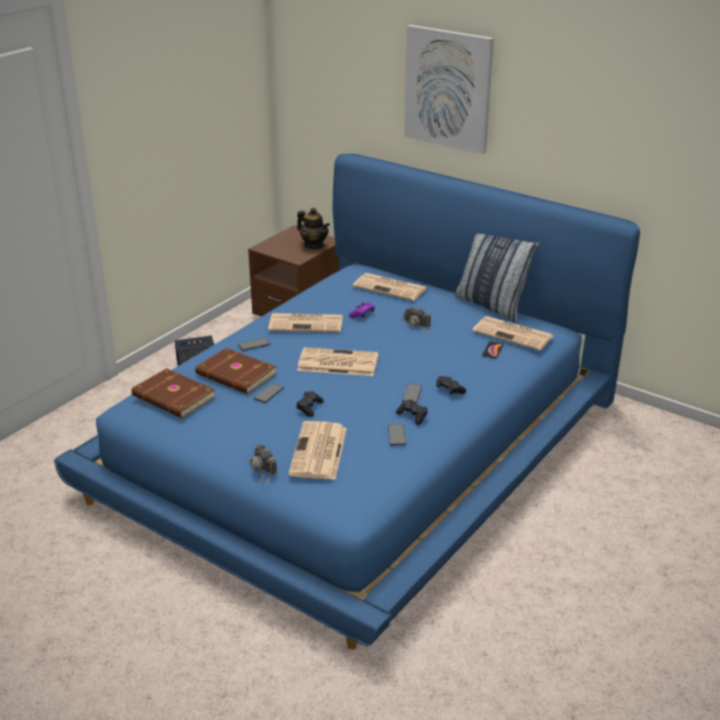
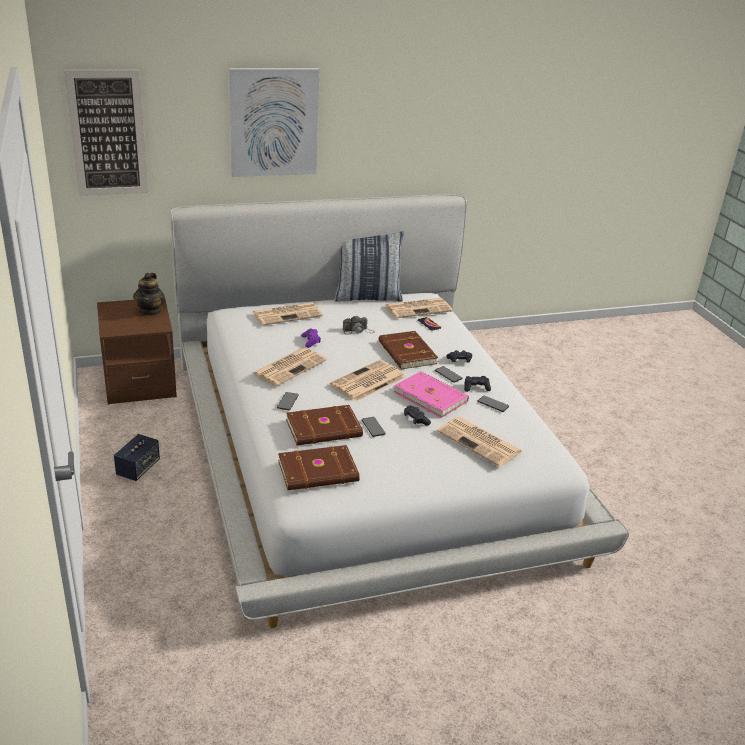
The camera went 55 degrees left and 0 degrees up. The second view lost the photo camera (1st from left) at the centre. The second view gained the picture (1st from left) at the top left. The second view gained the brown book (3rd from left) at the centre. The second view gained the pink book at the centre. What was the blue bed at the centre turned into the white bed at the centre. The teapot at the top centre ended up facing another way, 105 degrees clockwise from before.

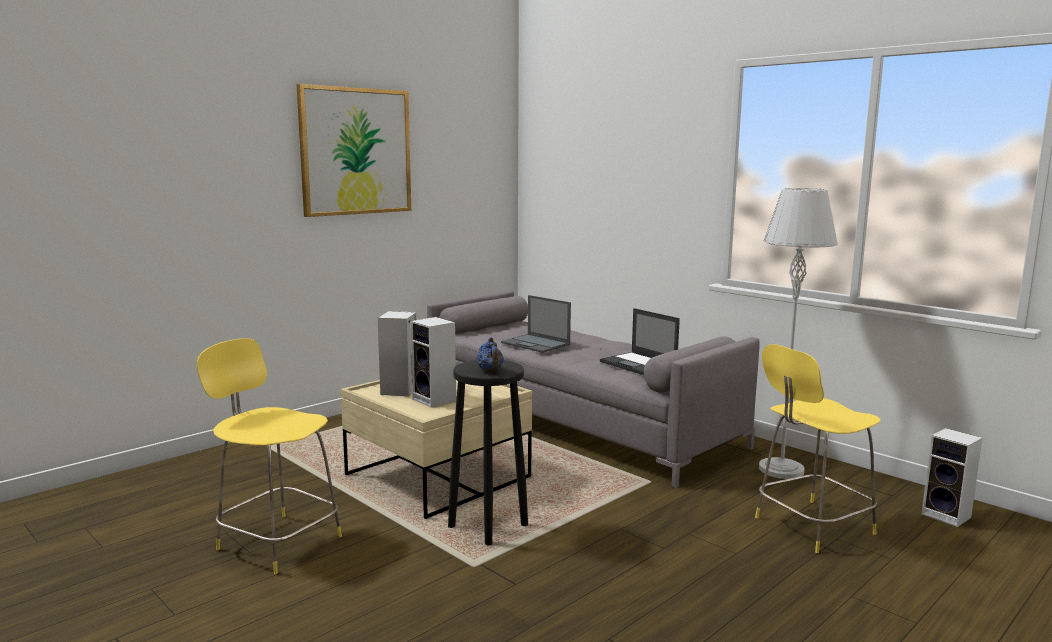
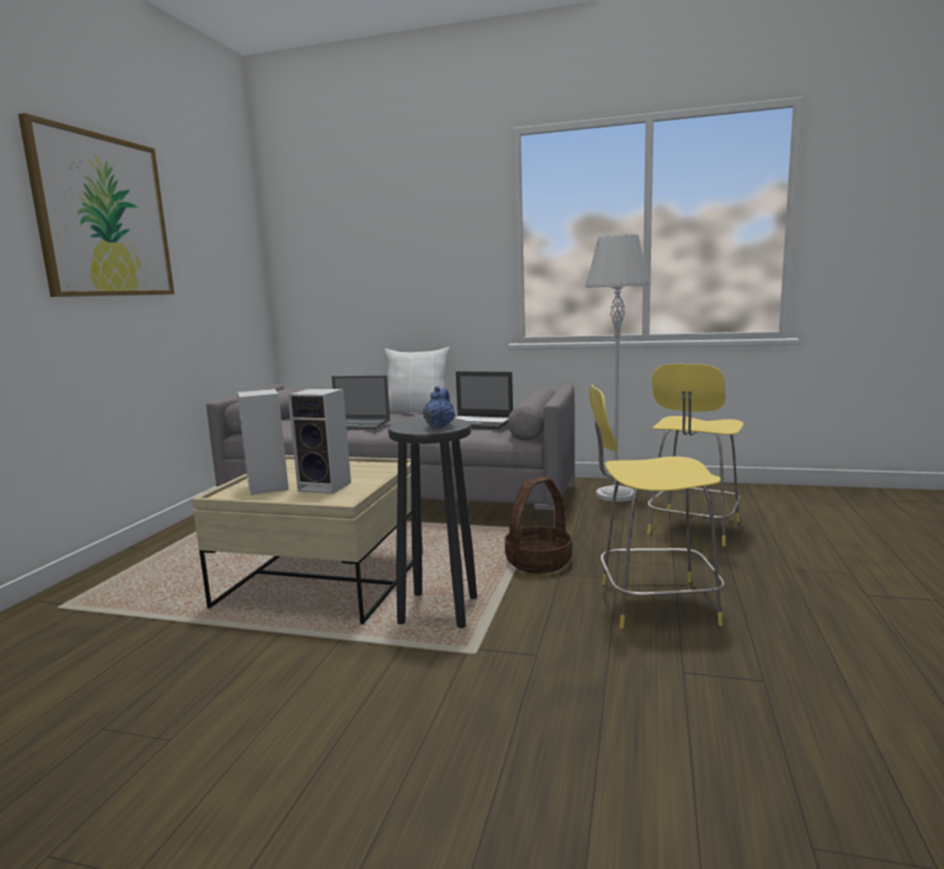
The camera went 30 degrees left and 0 degrees up. The second view lost the speaker (3rd from left) at the bottom right. The second view gained the white pillow at the centre. The second view gained the basket at the centre. The yellow stool (1st from left) ended up elsewhere, having gone from the bottom left to the middle right. The blue teapot at the centre ended up facing another way, 120 degrees counterclockwise from before.

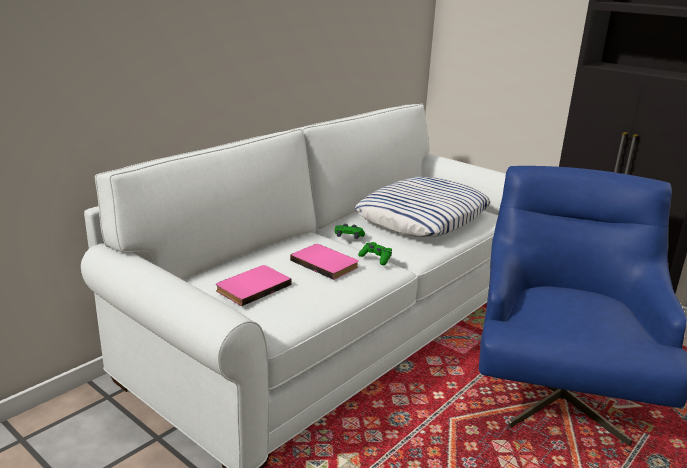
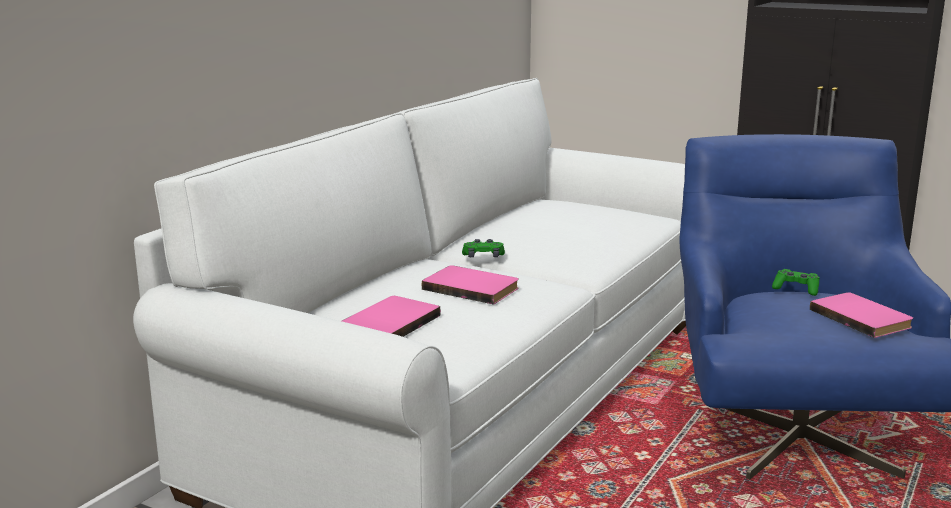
The camera went 10 degrees left and 5 degrees down. The second view lost the pillow at the centre. The second view gained the pink book (3rd from left) at the middle right. The green game controller (2nd from left) ended up elsewhere, having gone from the centre to the middle right.

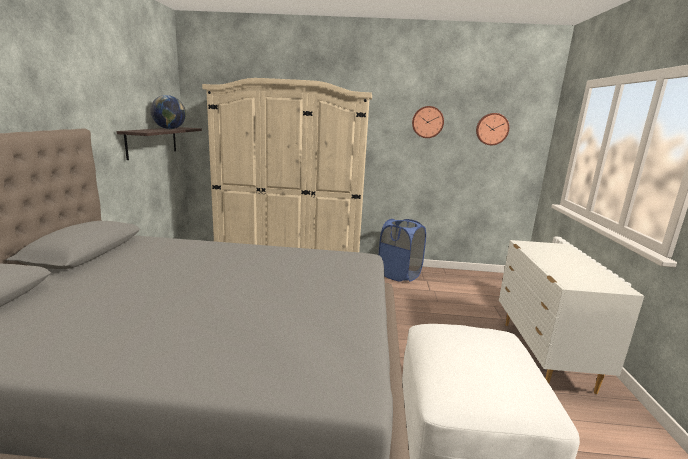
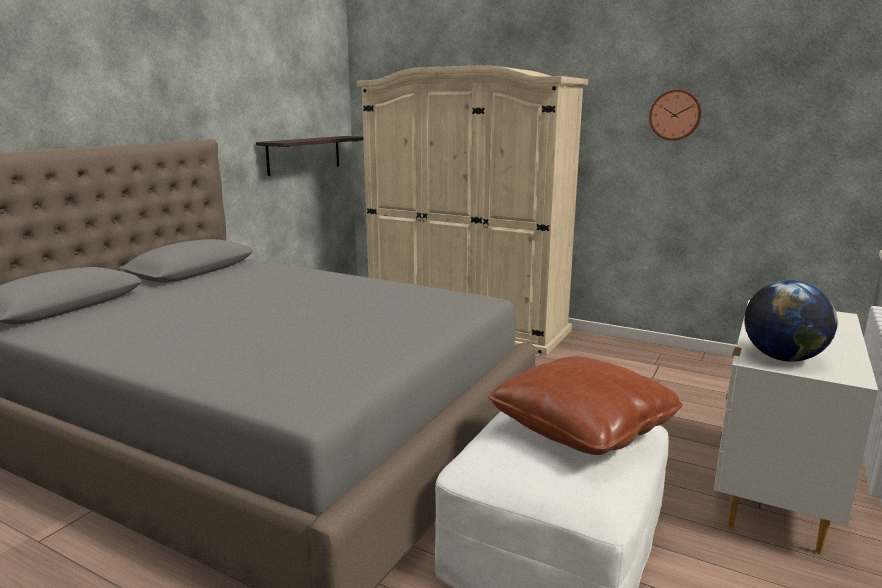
The camera went 25 degrees right and 0 degrees up. The second view lost the blue laundry basket at the centre. The second view lost the wall clock (2nd from left) at the top right. The second view gained the brown pillow at the bottom centre. The globe ended up elsewhere, having gone from the top left to the middle right.

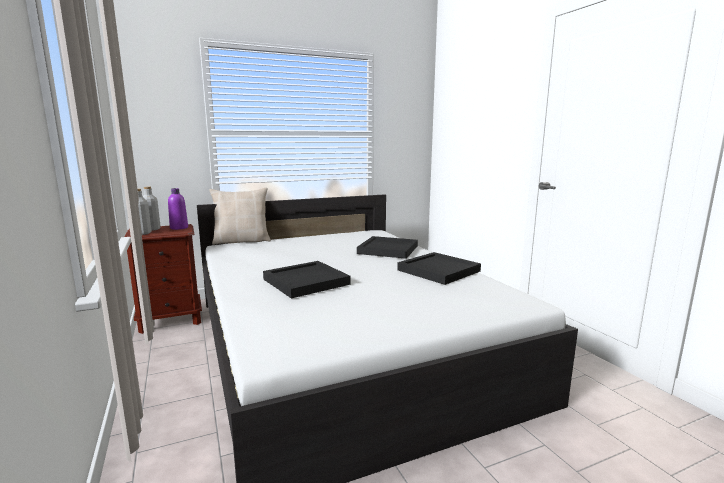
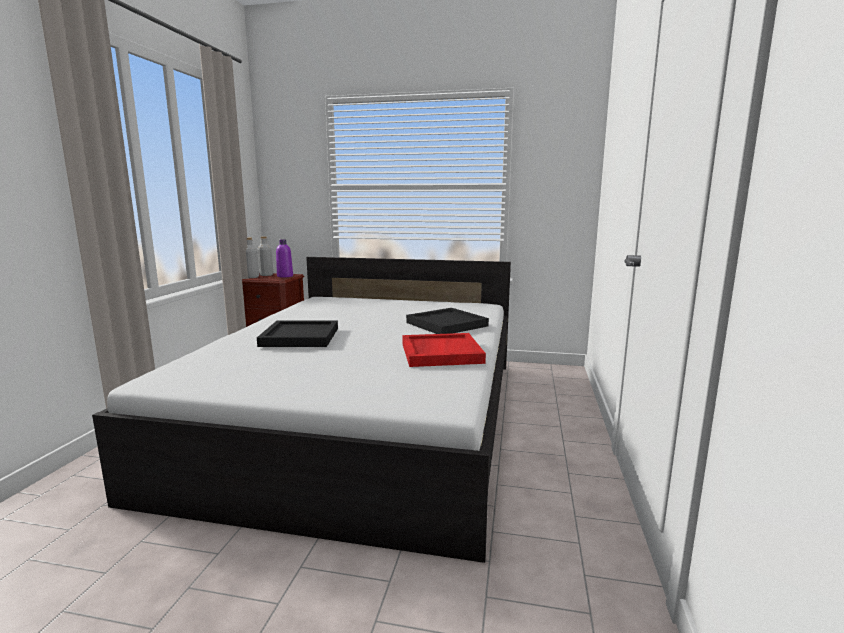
The camera went 35 degrees right and 0 degrees up. The second view lost the beige pillow at the middle left. What was the black tray (3rd from left) at the centre turned into the red tray at the centre.

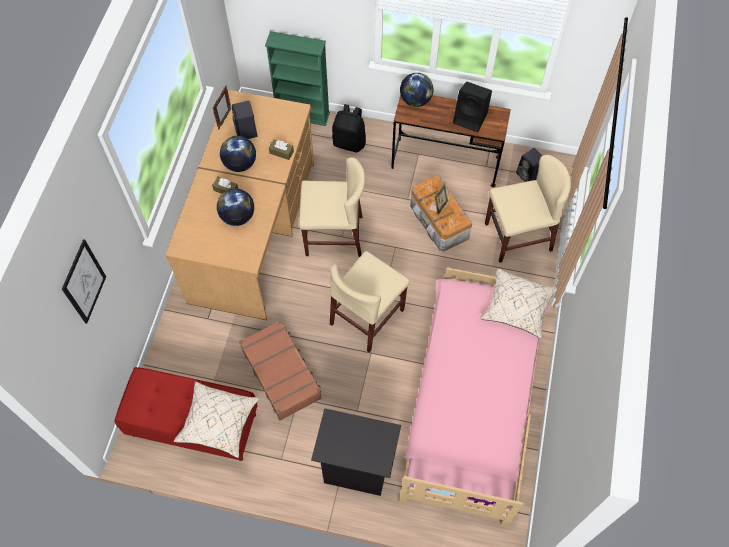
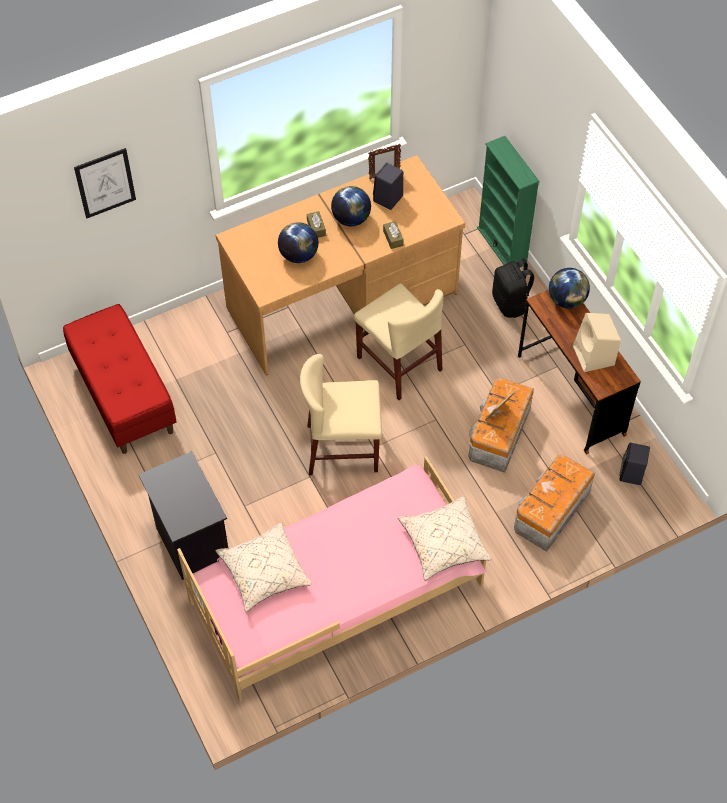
The camera went 50 degrees right and 5 degrees down. The second view lost the brown suitcase at the bottom centre. The beige pillow (1st from left) ended up elsewhere, having gone from the bottom left to the bottom centre. Where the beige chair (3rd from left) stood at the middle right, the storage box (2nd from left) came to stand at the middle right. What was the black speaker (2nd from left) at the top centre turned into the beige speaker at the middle right.

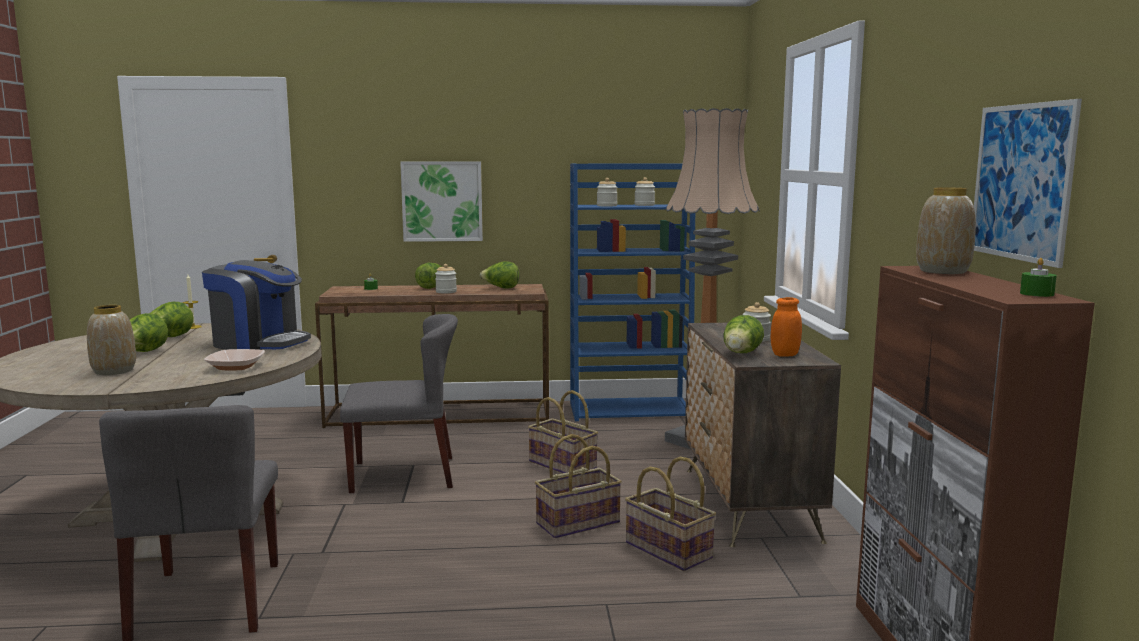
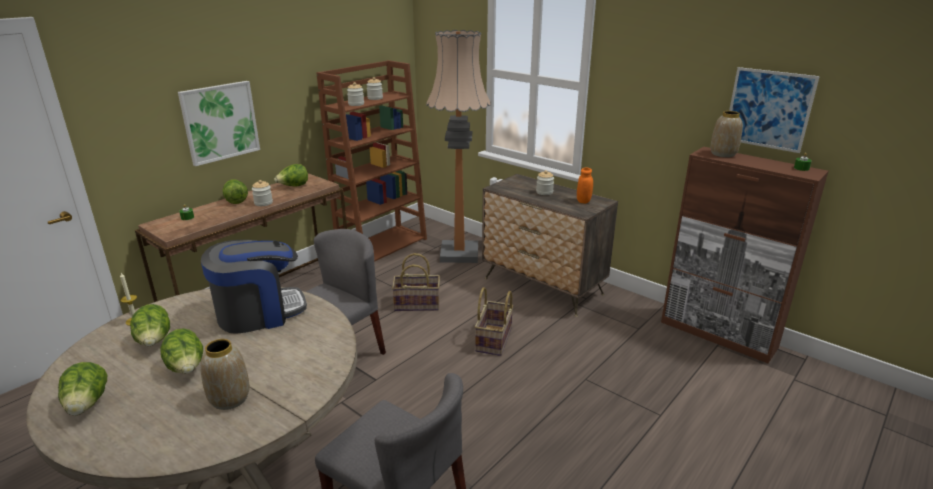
The camera went 45 degrees left and 15 degrees up. The second view lost the bowl at the middle left. The second view lost the basket (3rd from left) at the bottom centre. The lettuce (5th from left in the first image) ended up elsewhere, having gone from the centre to the bottom left. What was the blue bookcase at the centre turned into the brown bookcase at the top centre.

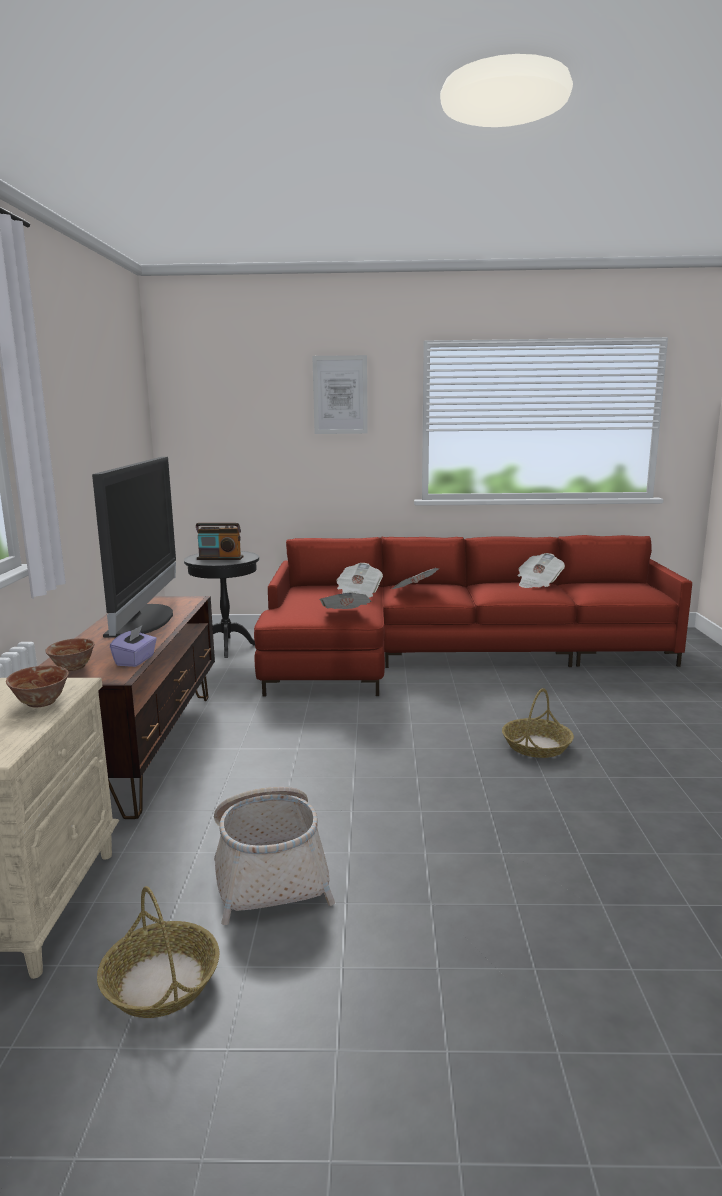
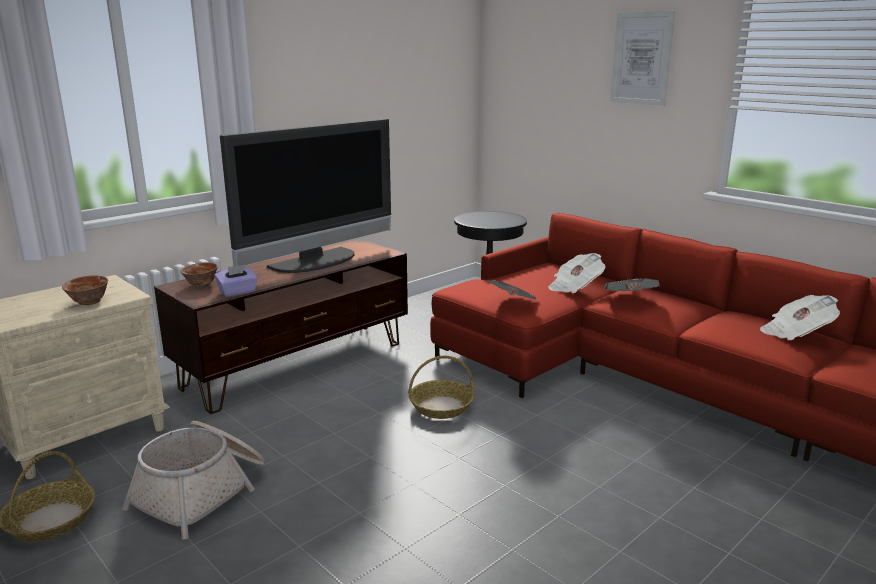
The camera went 45 degrees right and 5 degrees up. The second view lost the radio at the middle left. The basket (3rd from left) ended up elsewhere, having gone from the middle right to the centre.

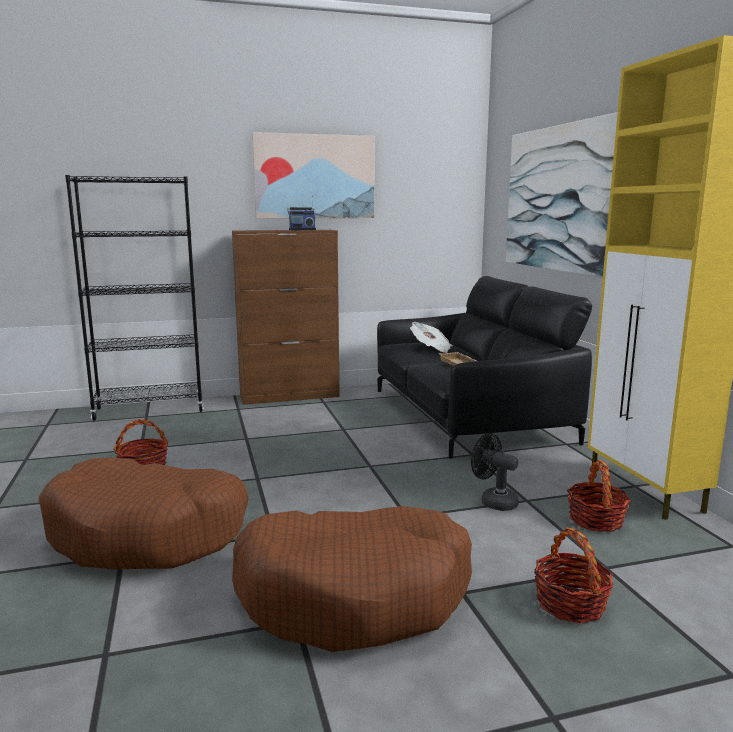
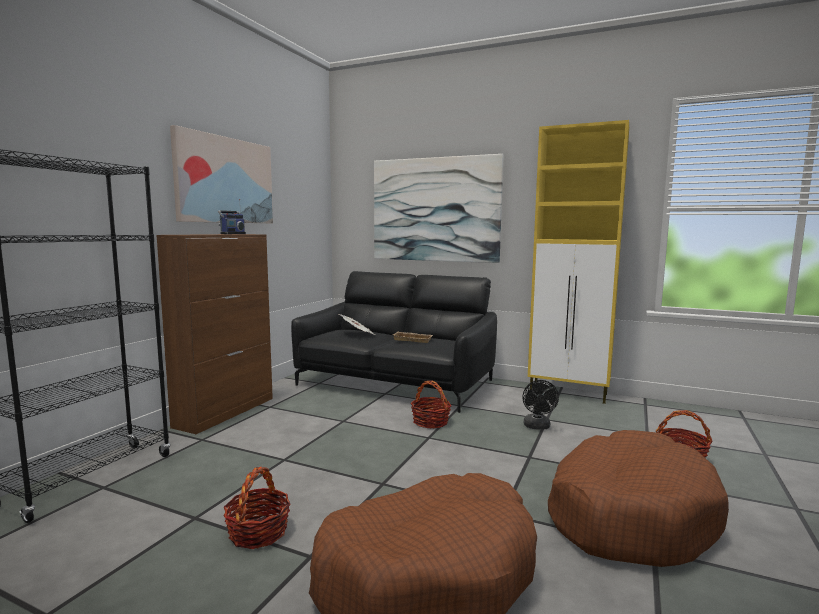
The camera went 50 degrees left and 5 degrees down. The basket (3rd from left in the first image) ended up elsewhere, having gone from the bottom right to the centre. The black fan at the middle right ended up facing another way, 75 degrees counterclockwise from before.

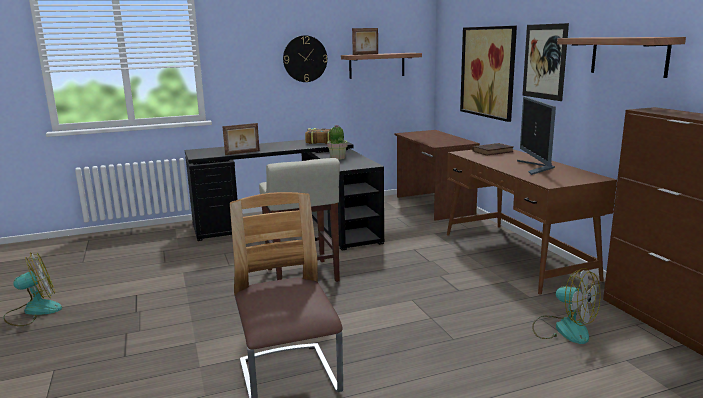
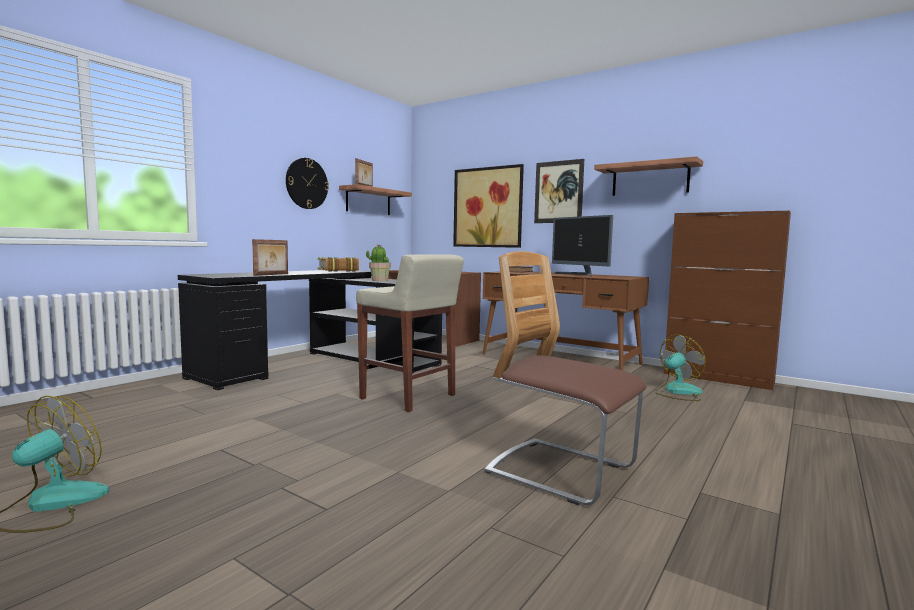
The camera went 35 degrees left and 10 degrees down. The fan (2nd from left) at the bottom right ended up facing another way, 45 degrees counterclockwise from before.

